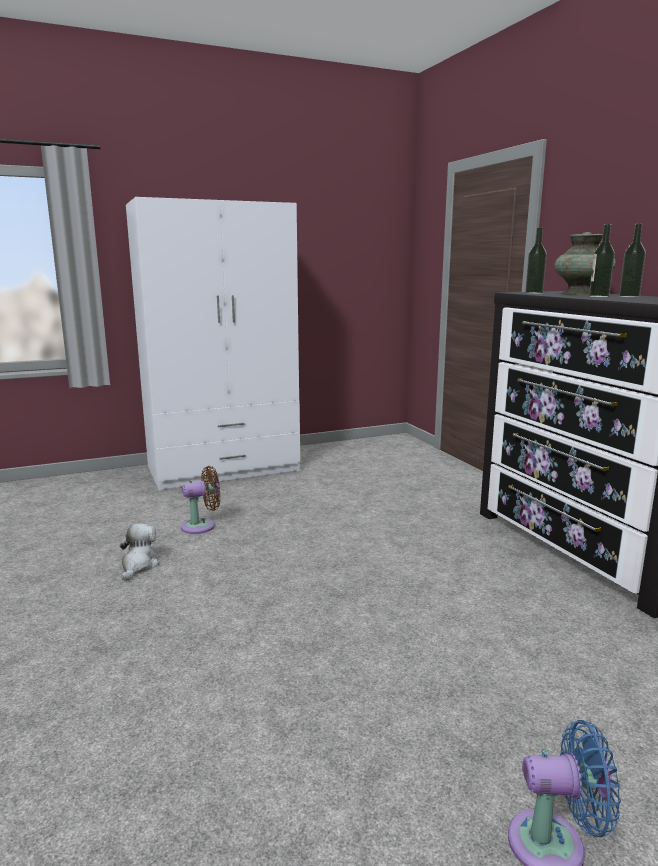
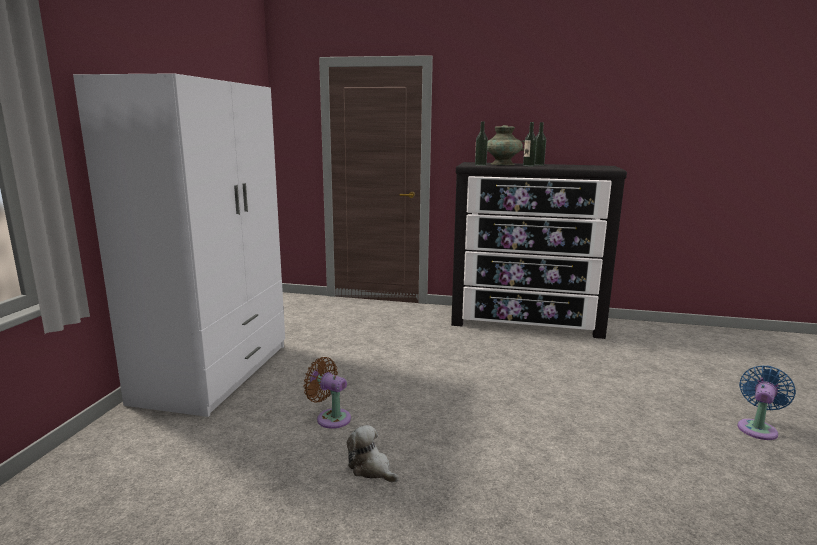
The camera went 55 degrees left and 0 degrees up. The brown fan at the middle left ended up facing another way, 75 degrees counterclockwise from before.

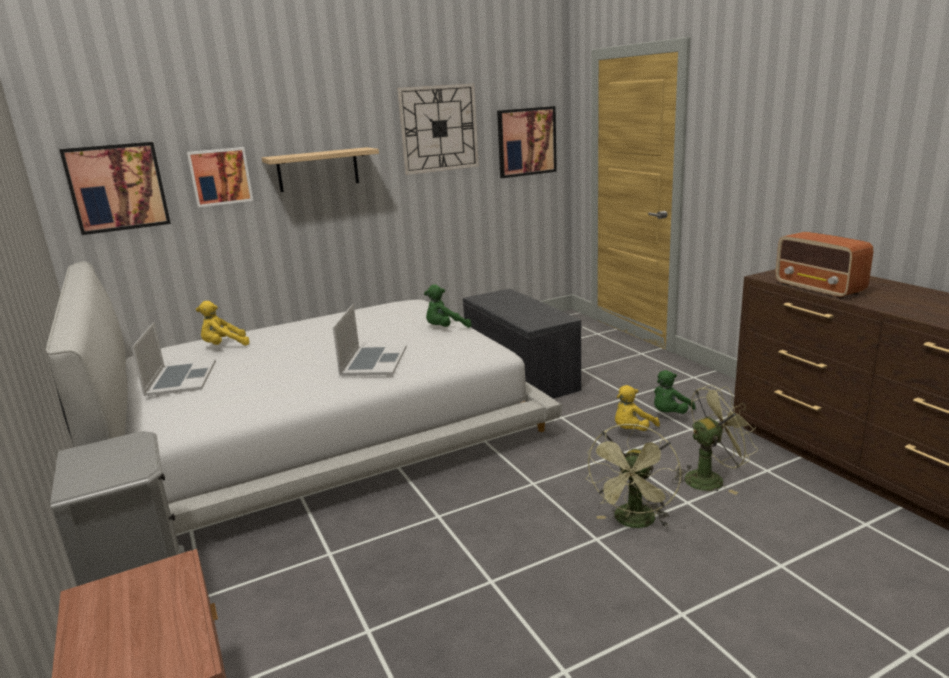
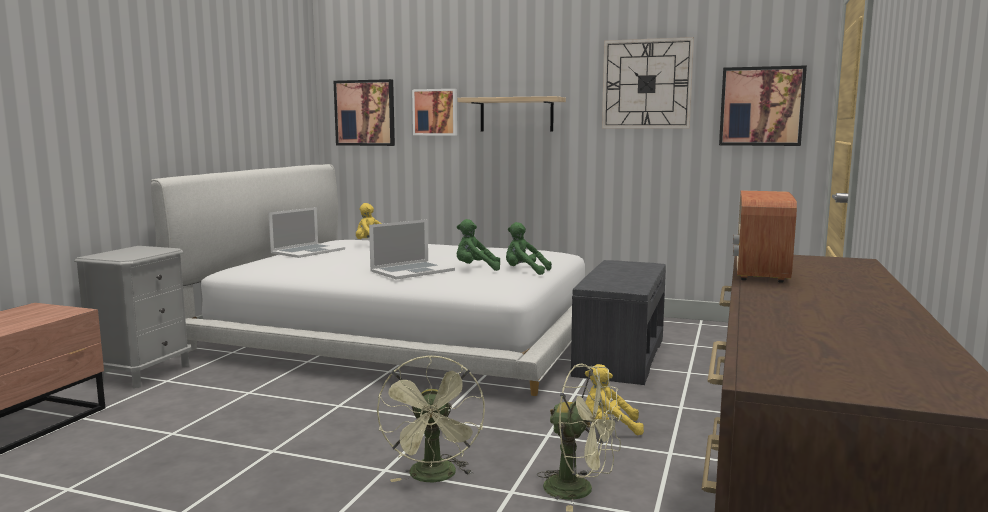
The camera went 45 degrees right and 10 degrees down. The green plush toy (2nd from left in the first image) ended up elsewhere, having gone from the middle right to the centre. The green fan (1st from left) at the bottom right ended up facing another way, 75 degrees counterclockwise from before.

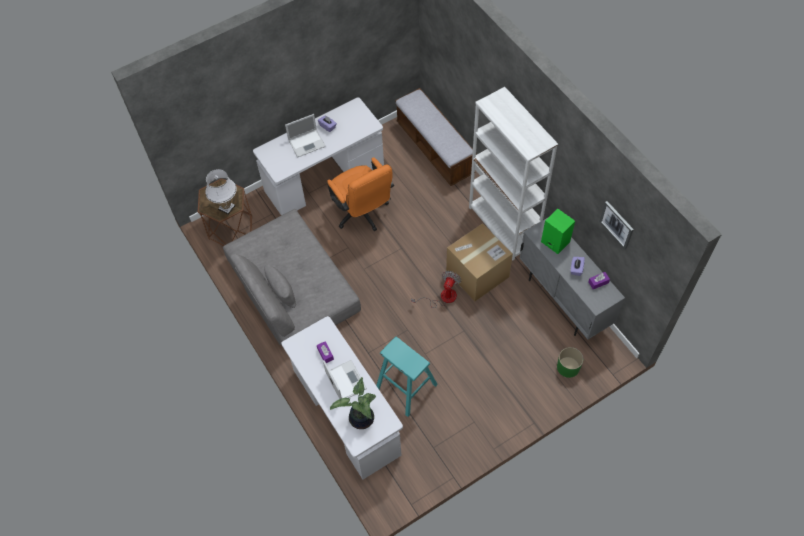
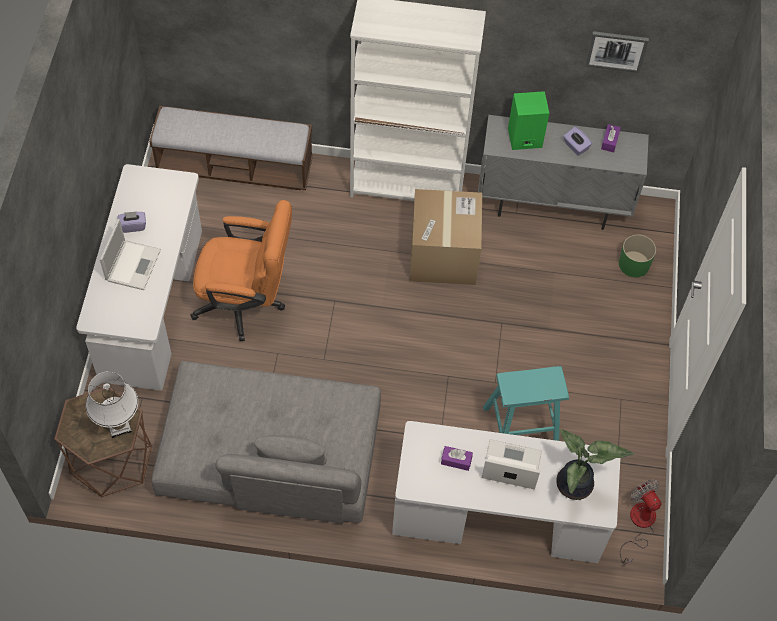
The camera went 55 degrees left and 0 degrees up. The fan ended up elsewhere, having gone from the centre to the bottom right.

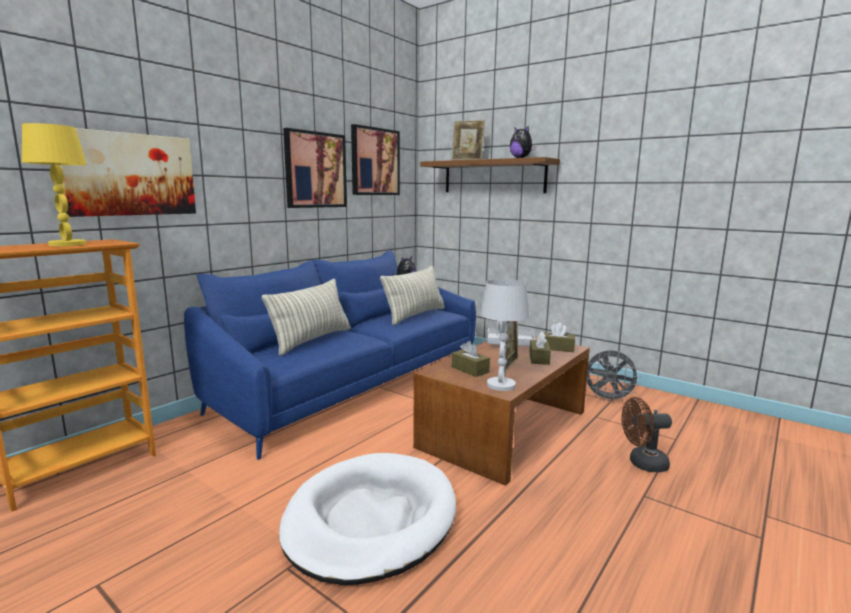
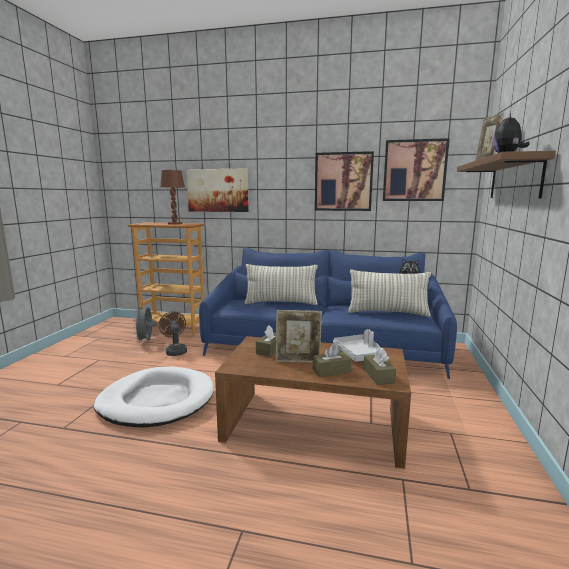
The camera went 65 degrees right and 0 degrees up. The second view lost the white table lamp at the centre. The grey fan ended up elsewhere, having gone from the middle right to the middle left. The brown fan ended up elsewhere, having gone from the bottom right to the middle left. What was the yellow table lamp at the top left turned into the brown table lamp at the middle left.

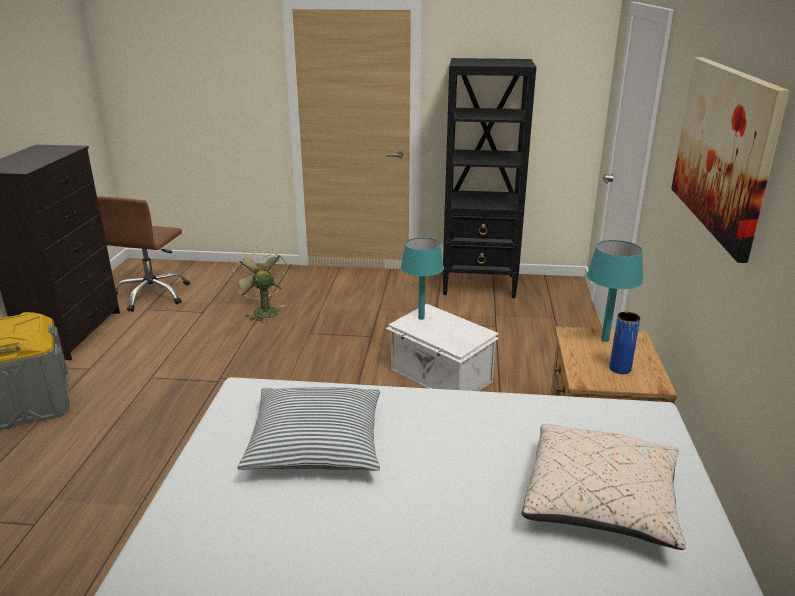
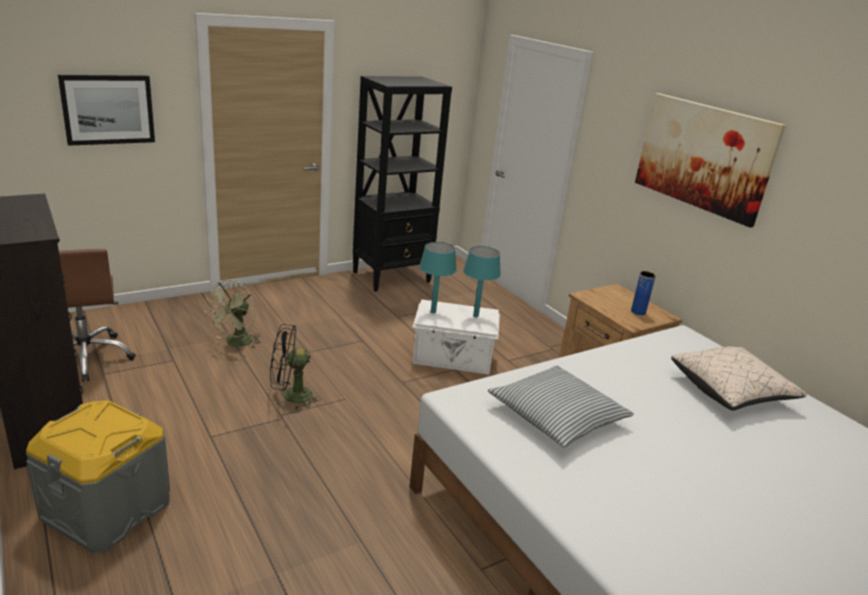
The camera went 40 degrees left and 0 degrees up. The second view gained the picture (1st from left) at the top left. The second view gained the black fan at the centre. The turquoise table lamp (2nd from left) ended up elsewhere, having gone from the middle right to the centre. The green fan at the middle left ended up facing another way, 90 degrees counterclockwise from before.

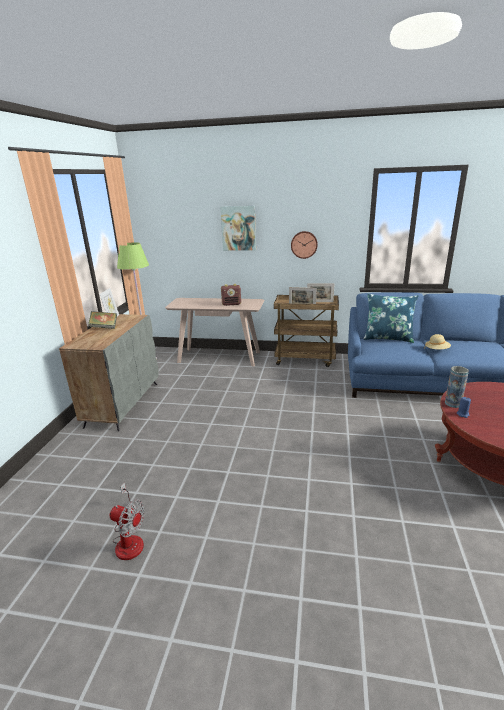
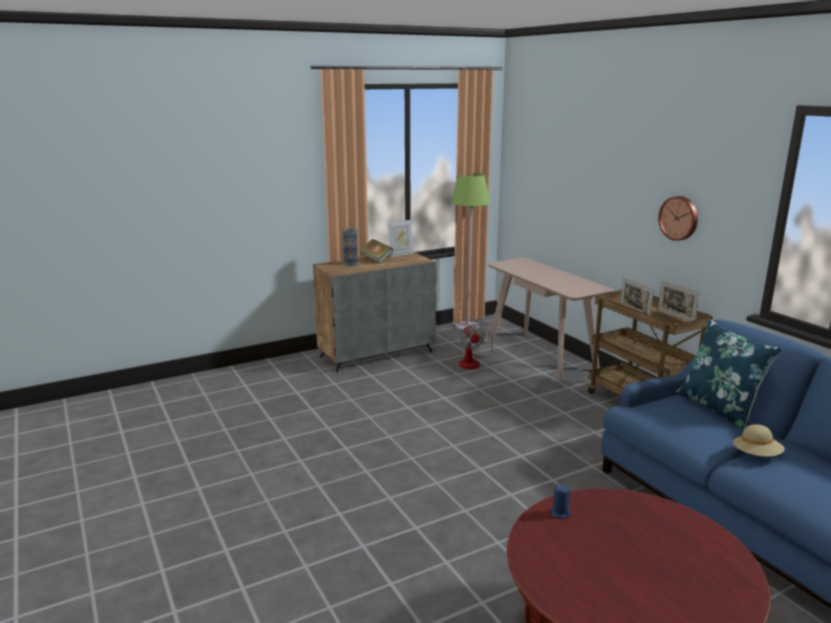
The camera went 50 degrees right and 5 degrees down. The second view lost the picture at the top centre. The second view lost the radio at the centre. The fan ended up elsewhere, having gone from the bottom left to the centre. The vase ended up elsewhere, having gone from the middle right to the centre.

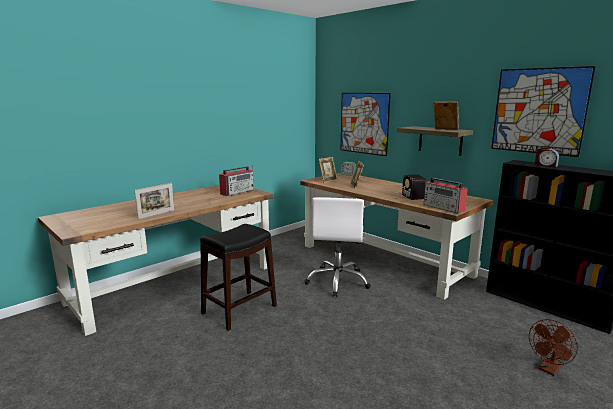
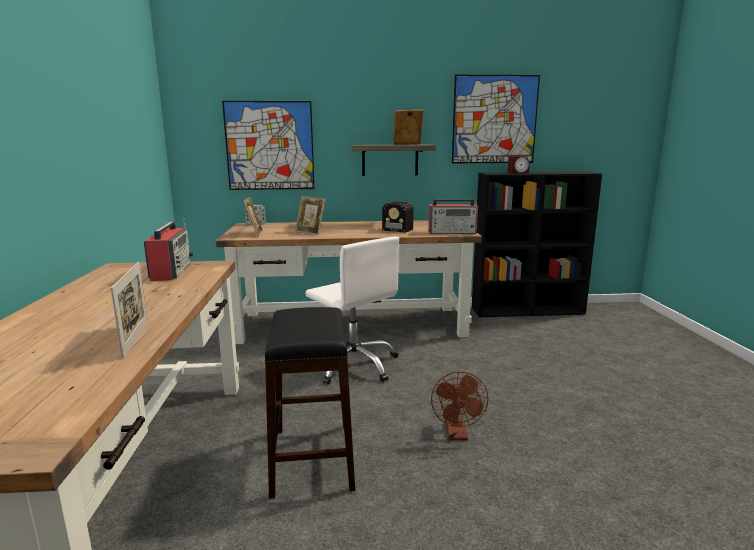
The camera went 50 degrees left and 0 degrees up. The brown fan ended up elsewhere, having gone from the bottom right to the bottom centre.

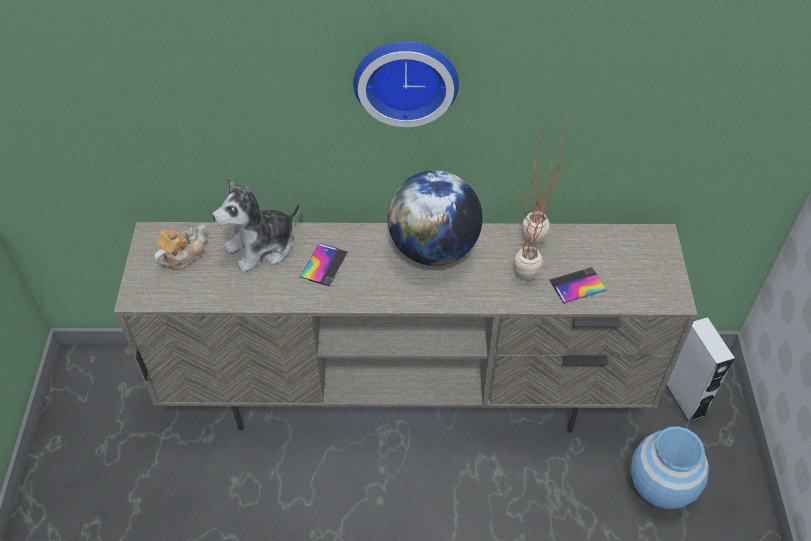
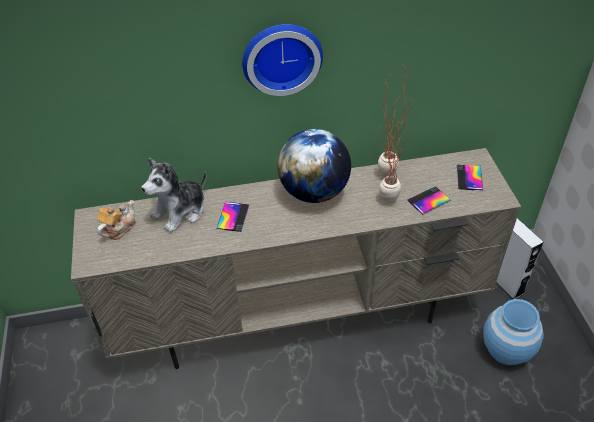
The camera went 10 degrees left and 5 degrees down. The second view gained the phone (3rd from left) at the middle right.

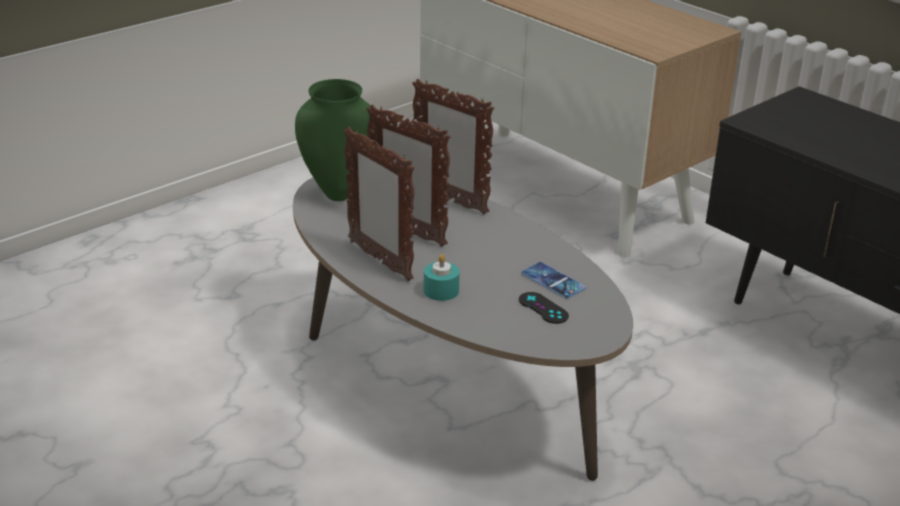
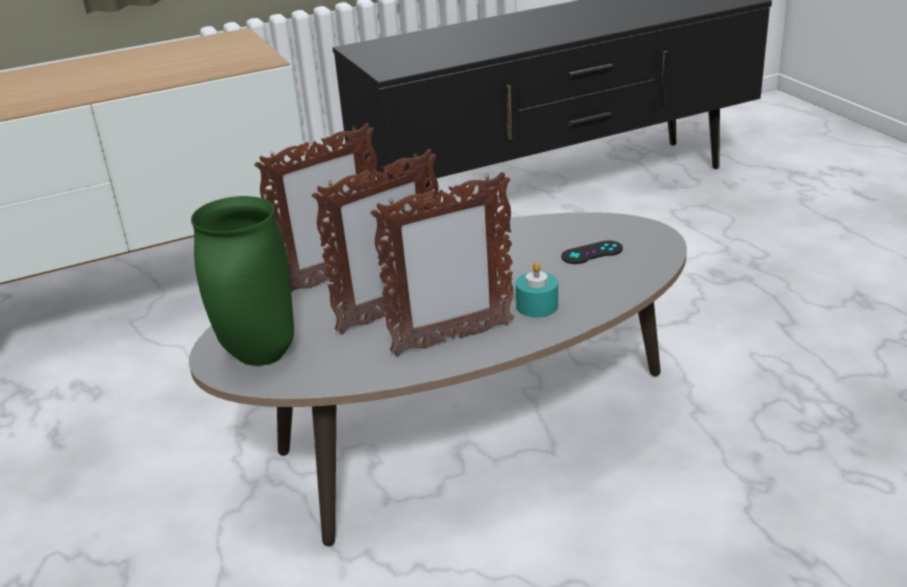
The camera went 70 degrees left and 0 degrees up. The second view lost the phone at the centre.

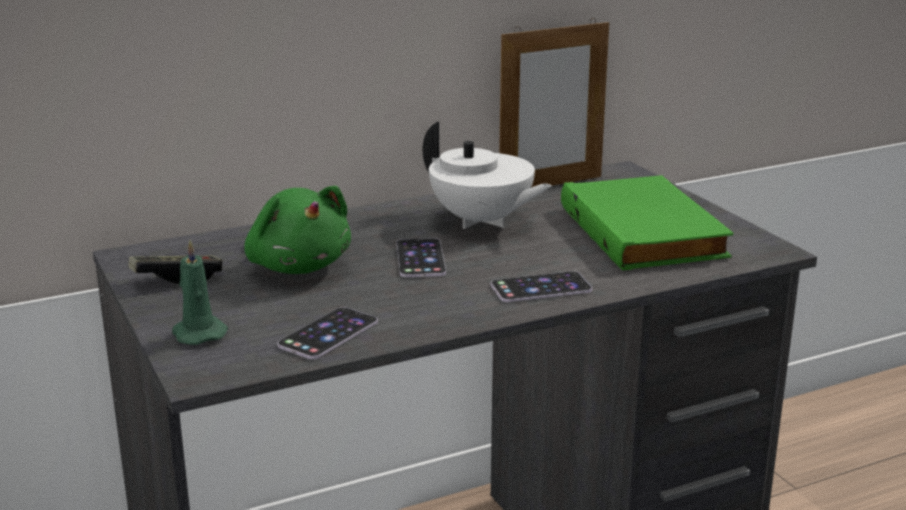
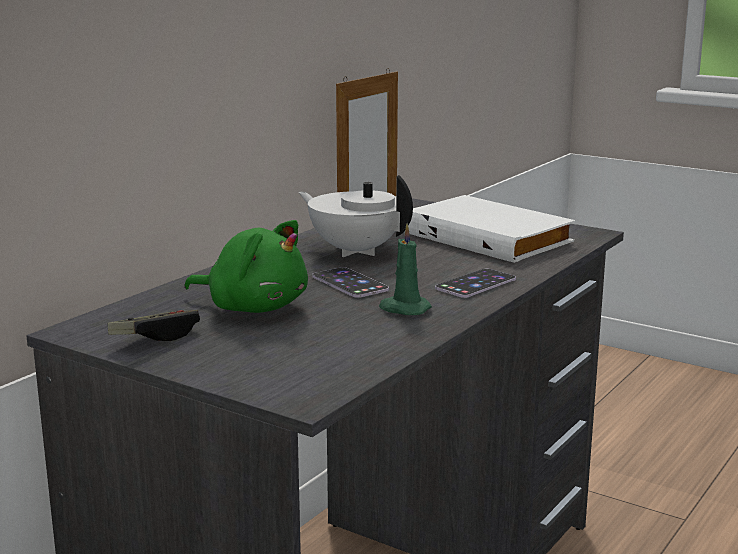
The camera went 30 degrees left and 5 degrees down. The second view lost the phone (1st from left) at the centre. The green candle ended up elsewhere, having gone from the middle left to the centre. What was the green book at the middle right turned into the white book at the centre. The white teapot at the centre ended up facing another way, 150 degrees counterclockwise from before.

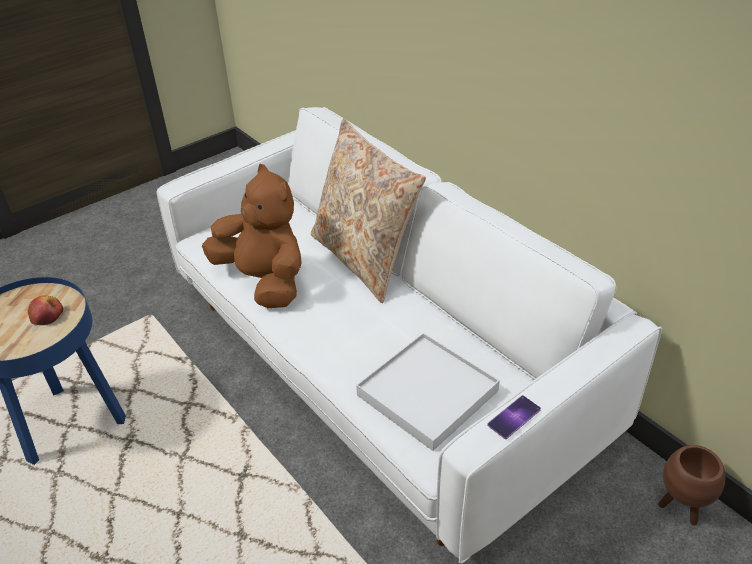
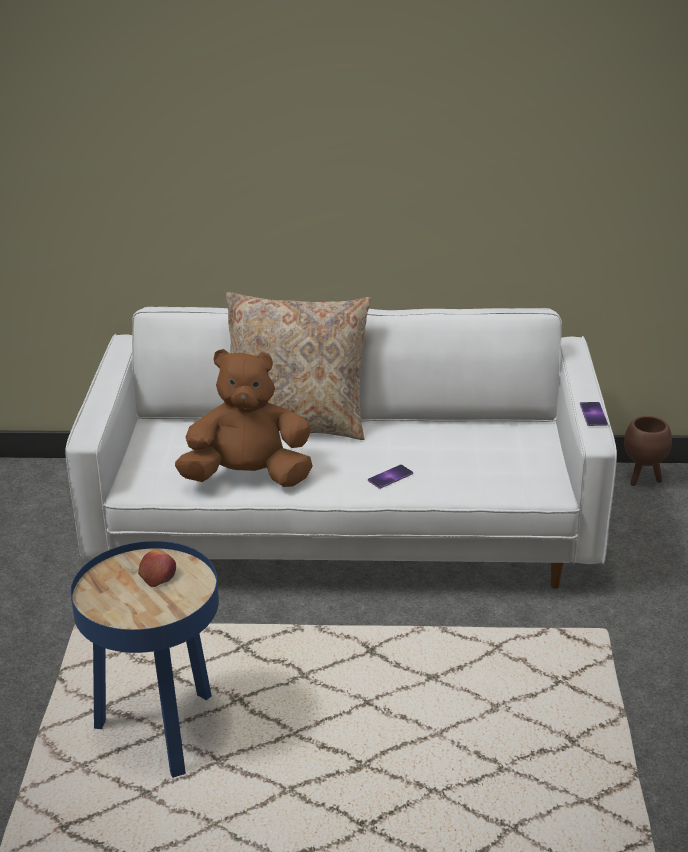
The camera went 50 degrees left and 10 degrees down. The second view lost the white tray at the bottom centre. The second view gained the phone (1st from left) at the centre.

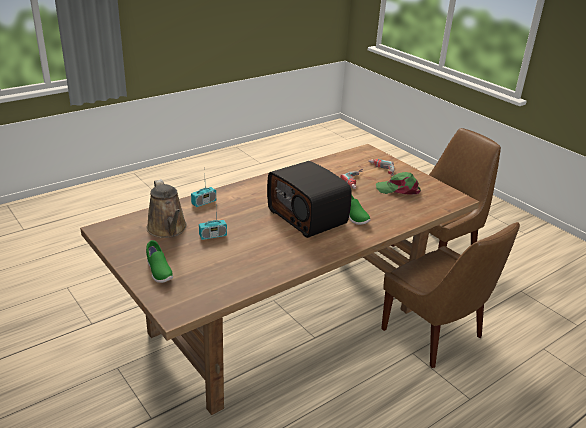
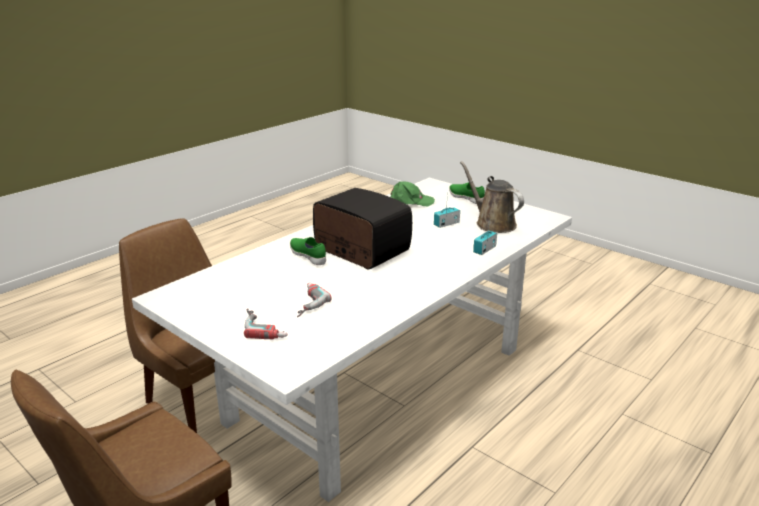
The camera went 170 degrees right and 5 degrees down. The green cap ended up elsewhere, having gone from the middle right to the centre. What was the brown dining table at the centre turned into the white dining table at the bottom centre.

